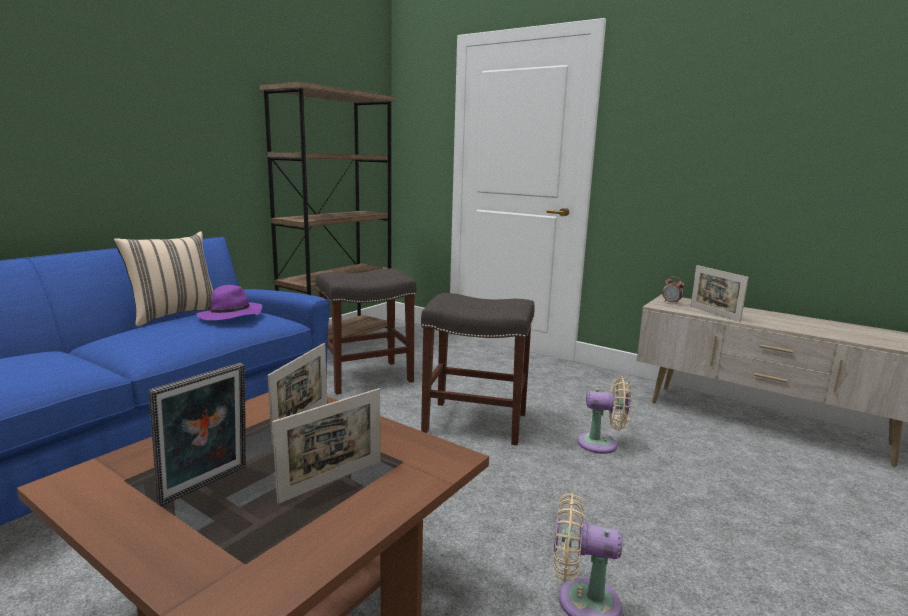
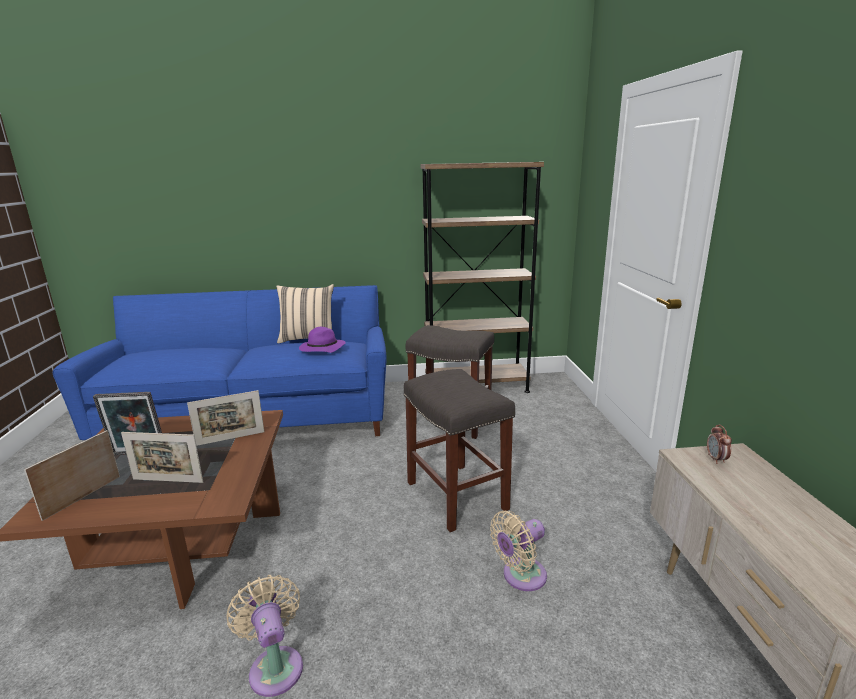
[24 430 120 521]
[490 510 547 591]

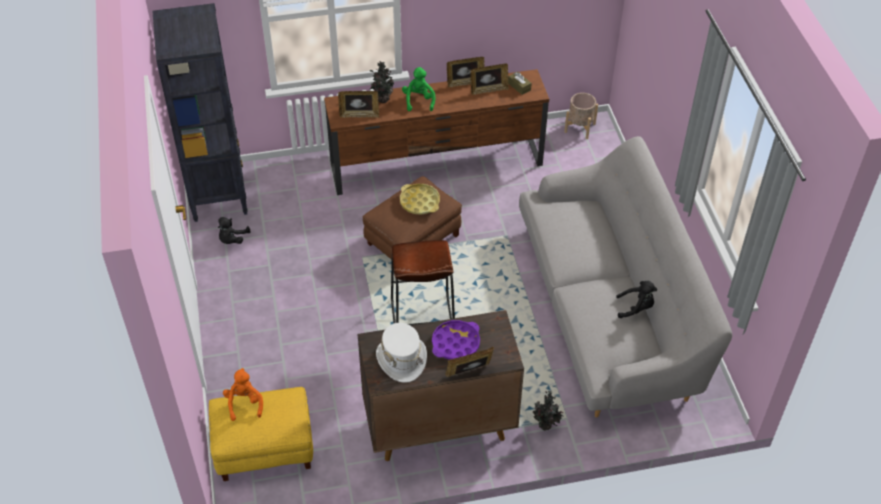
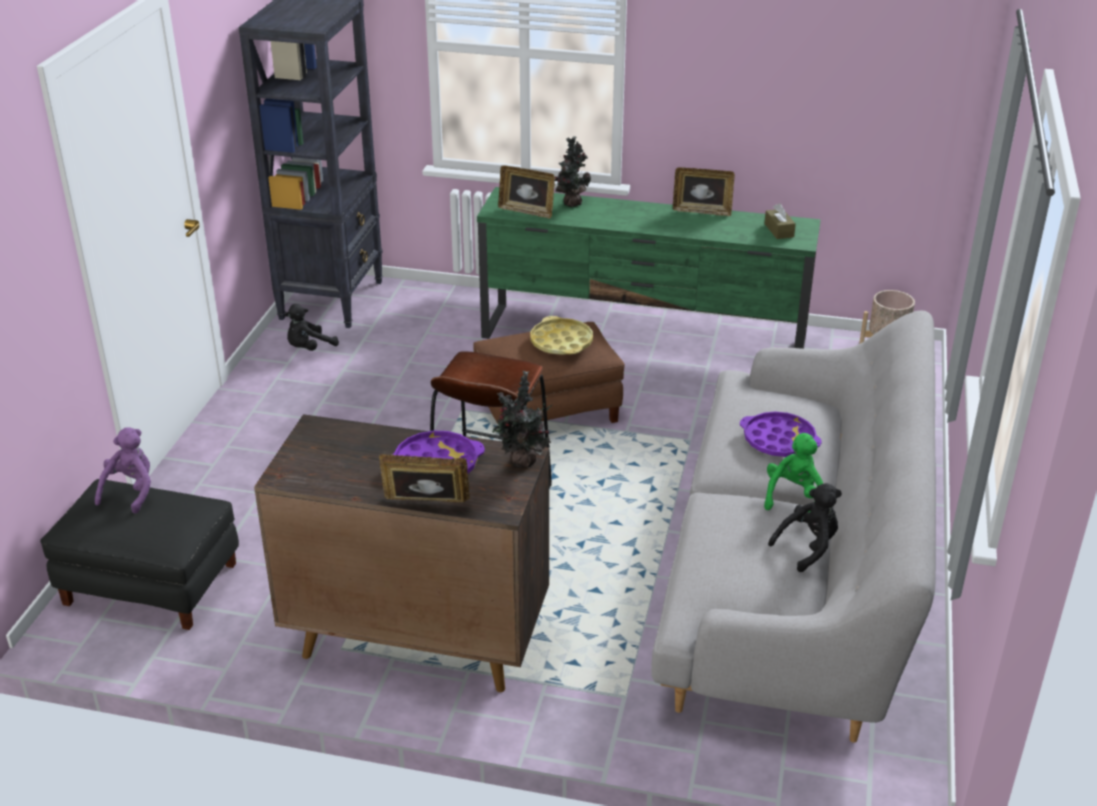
[376 323 427 383] (first image)
[471 64 509 95] (first image)
[740 411 822 457]
[764 433 823 512]
[492 371 553 468]
[40 479 239 630]
[95 427 151 514]
[477 187 821 349]
[768 483 842 572]

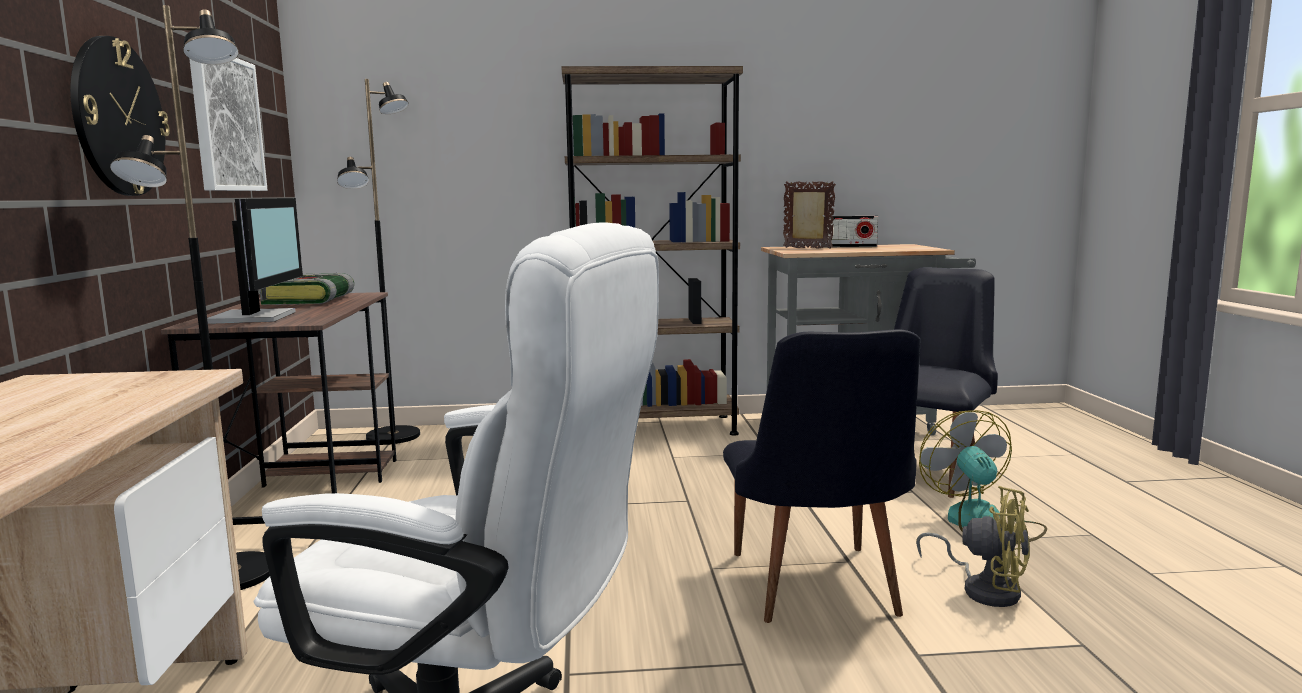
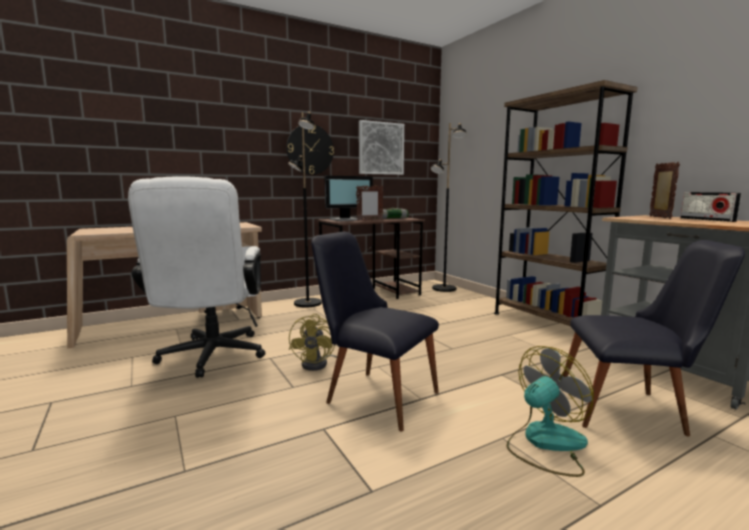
[356 186 383 221]
[289 314 339 371]
[311 232 439 431]

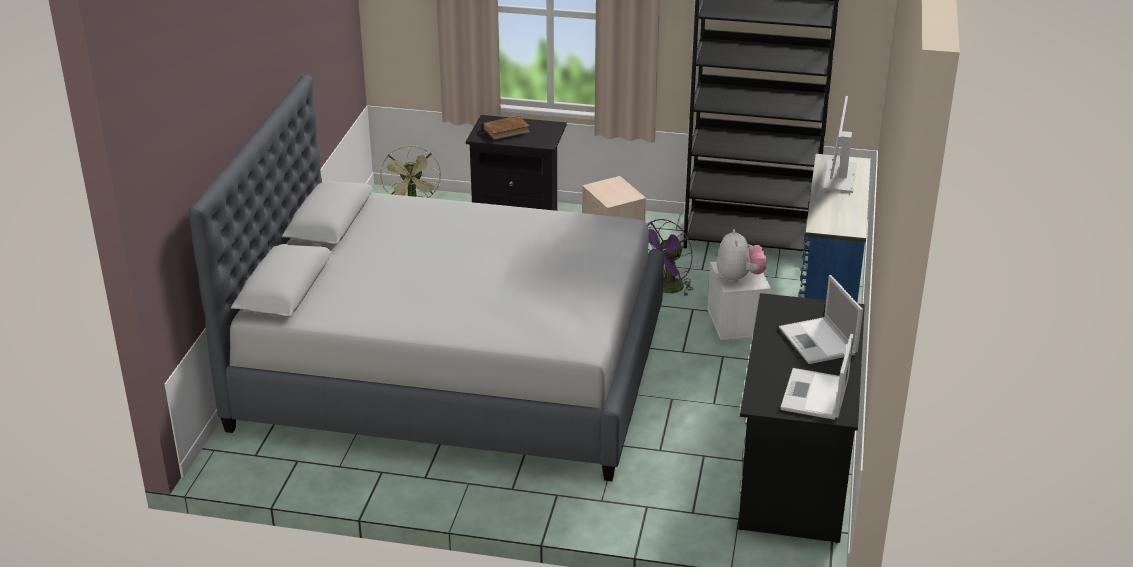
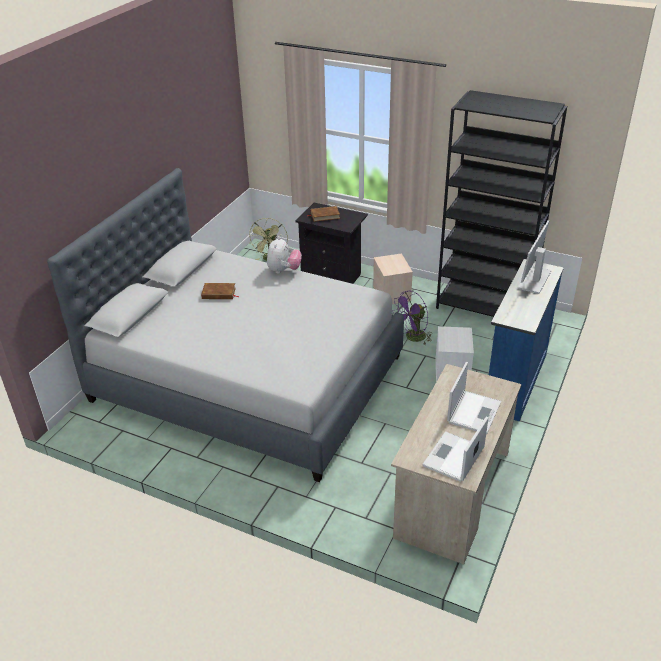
[201 283 239 299]
[267 237 302 274]
[391 364 522 564]
[447 362 501 434]

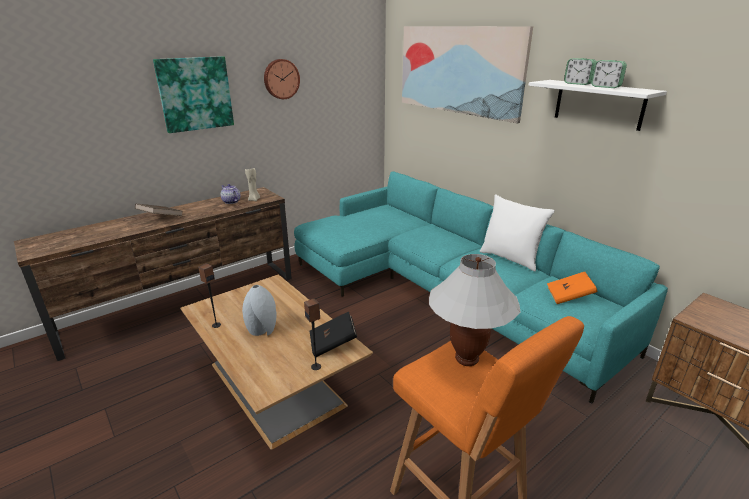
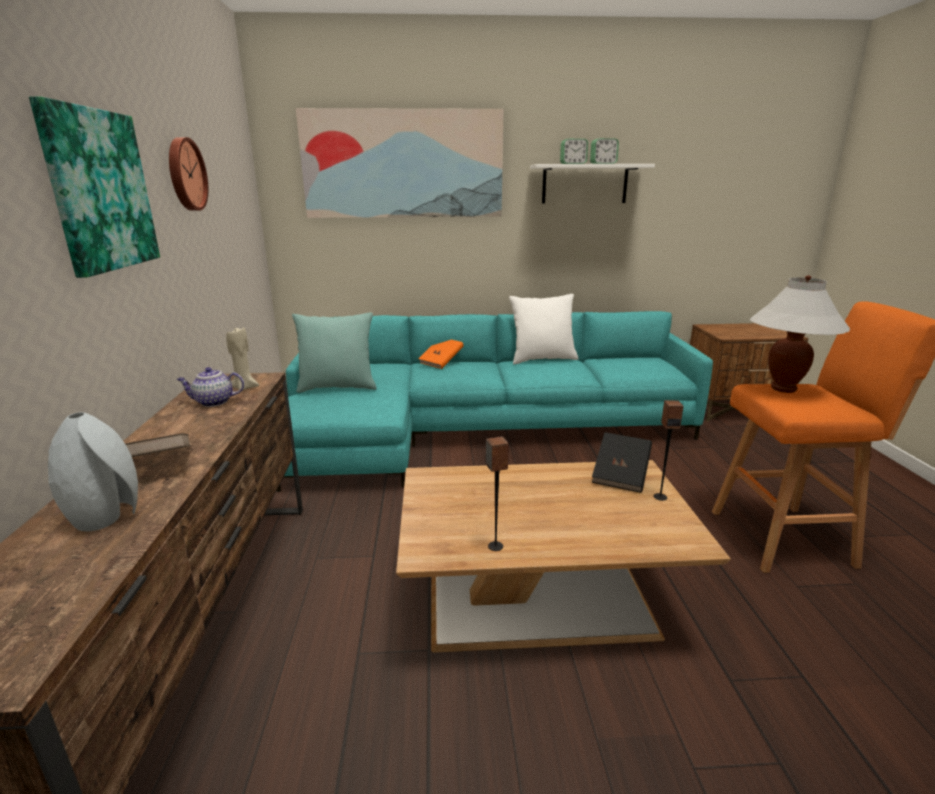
[292 313 377 393]
[48 412 138 532]
[418 340 464 369]

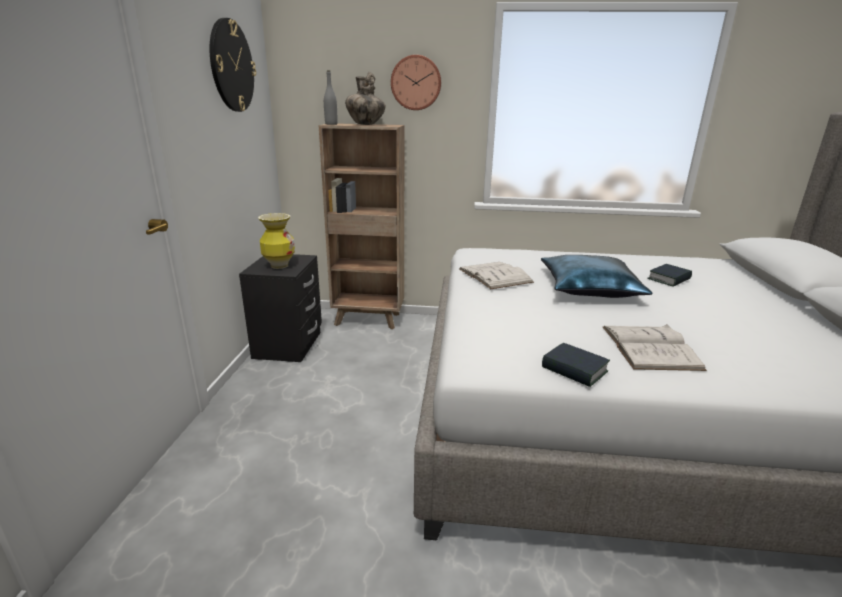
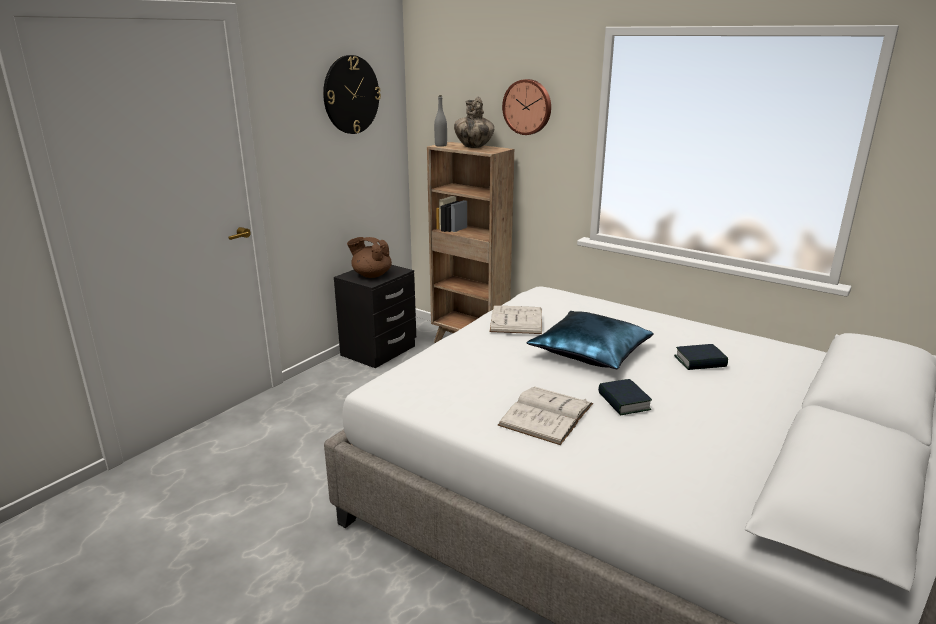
[598 379 652 415]
[347 237 392 278]

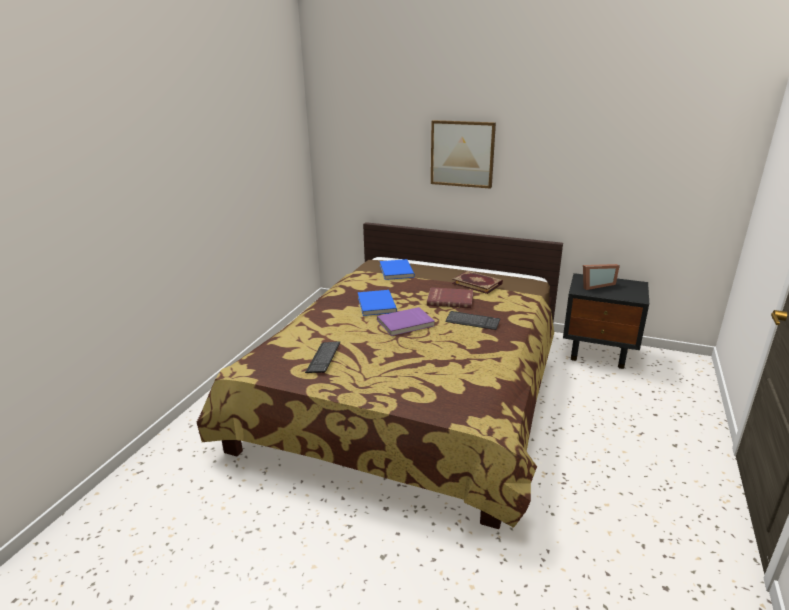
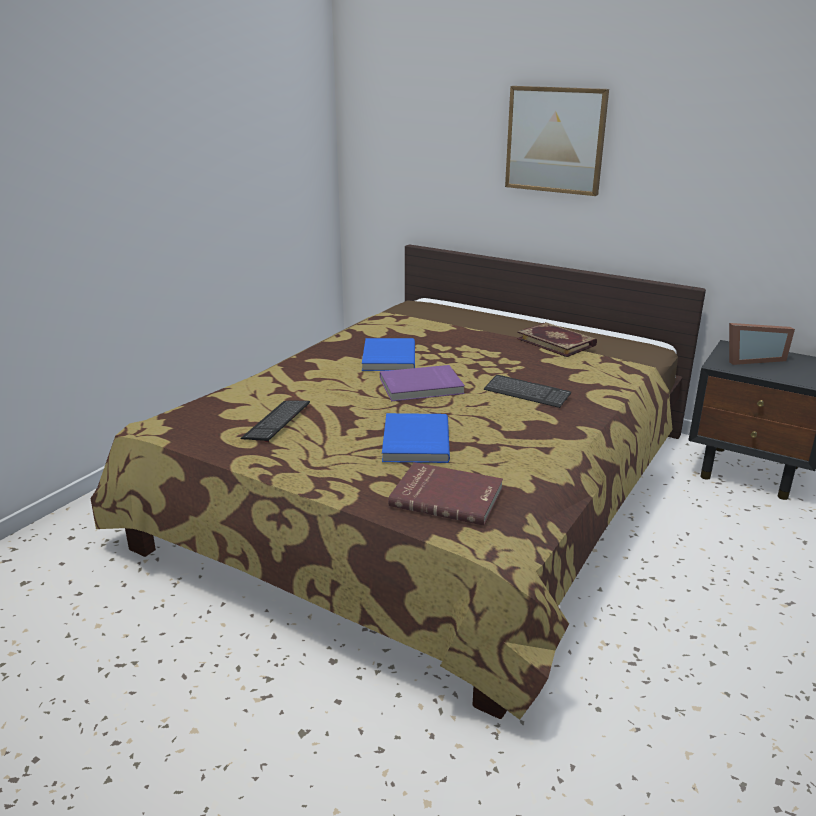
[382 413 450 463]
[388 462 503 526]

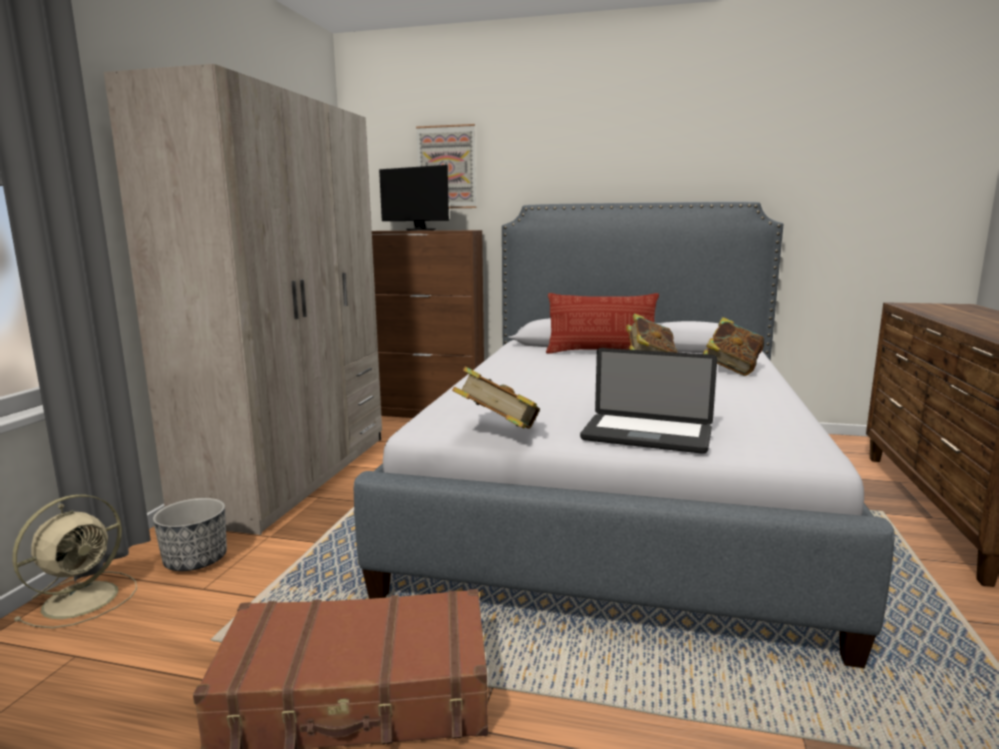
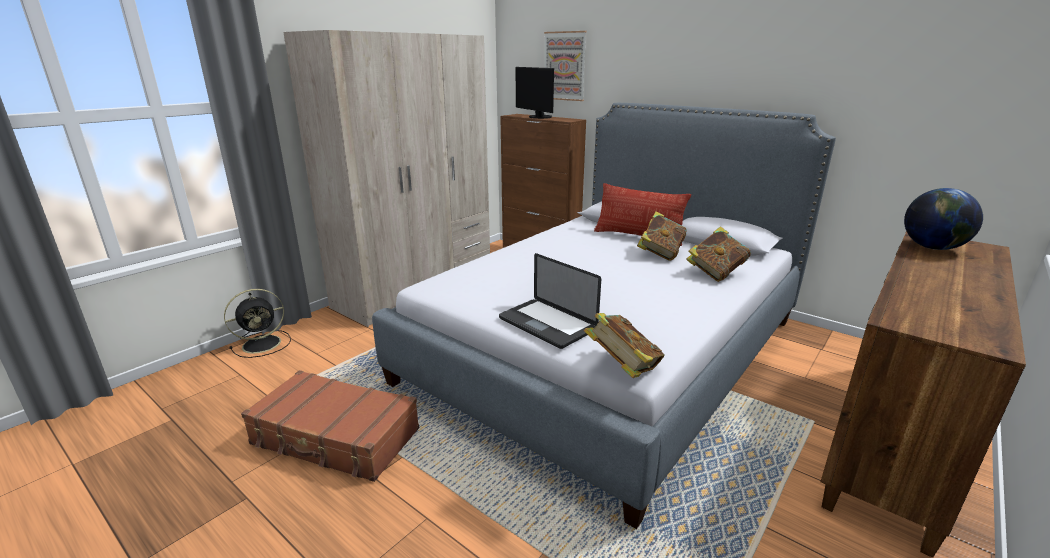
[153 498 227 571] (first image)
[904 188 983 250]
[584 313 665 378]
[224 289 291 358]

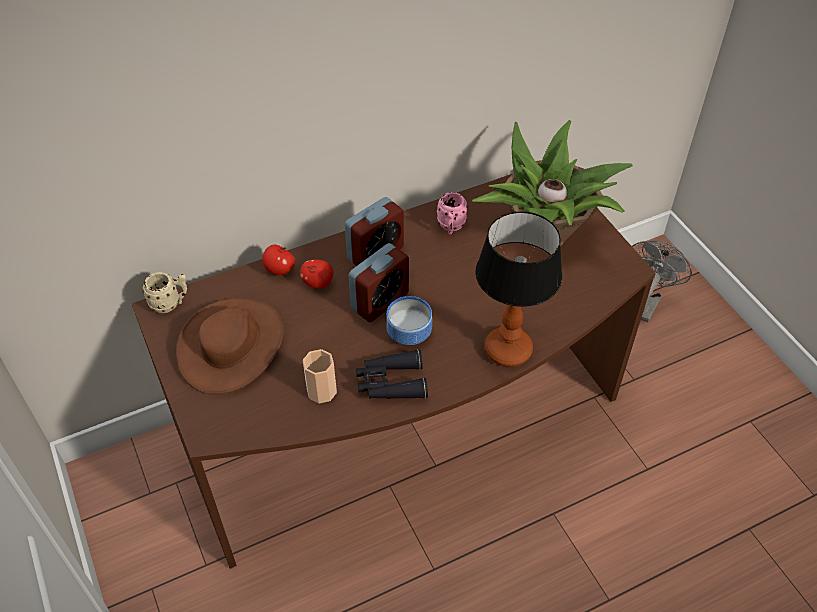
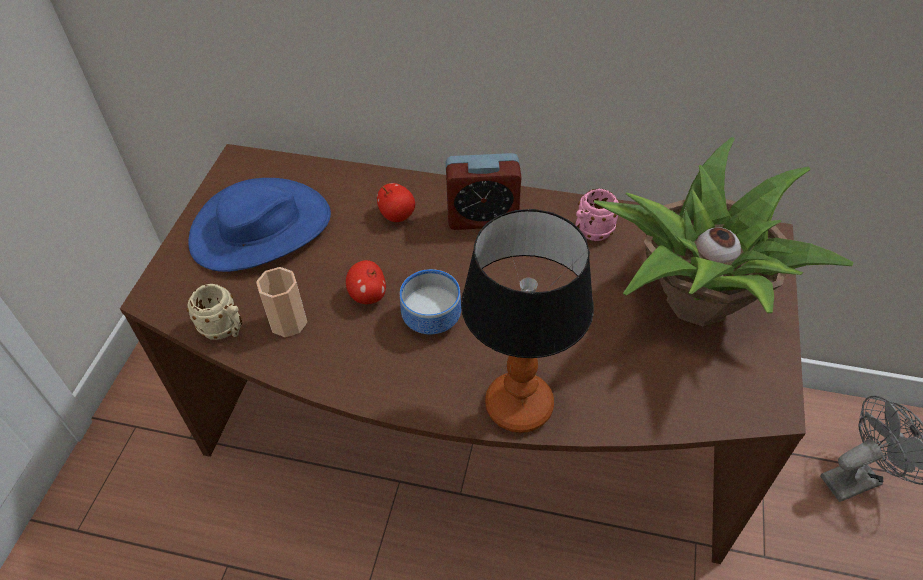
[349 243 409 322] (first image)
[356 349 428 399] (first image)
[187 284 242 340]
[346 260 386 304]
[188 178 331 272]

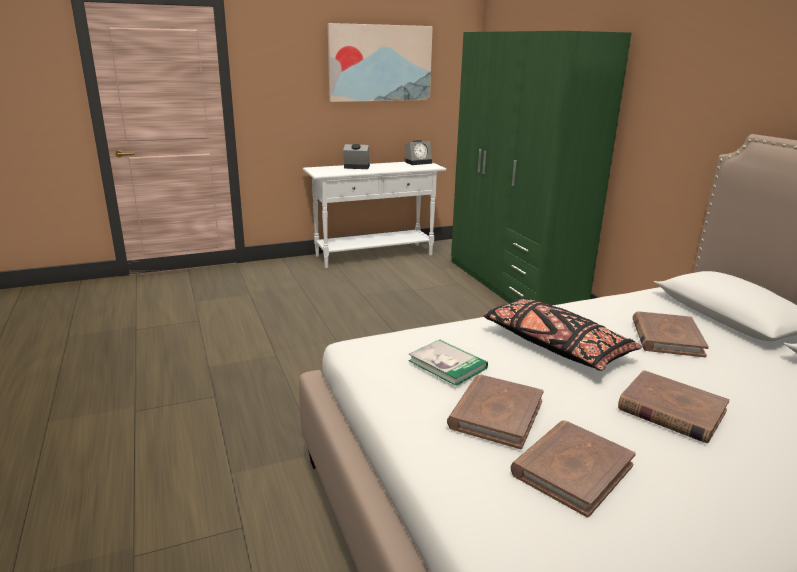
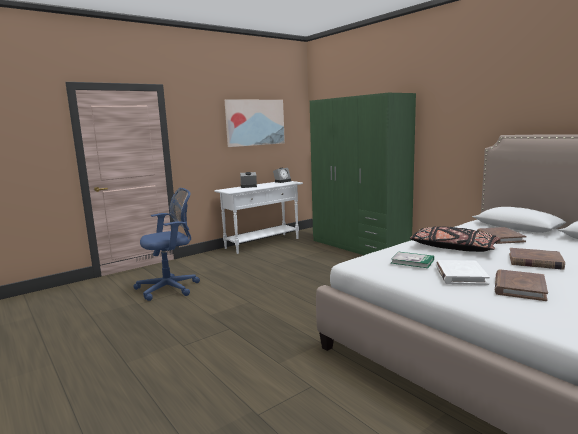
[134 188 200 301]
[436 260 490 285]

